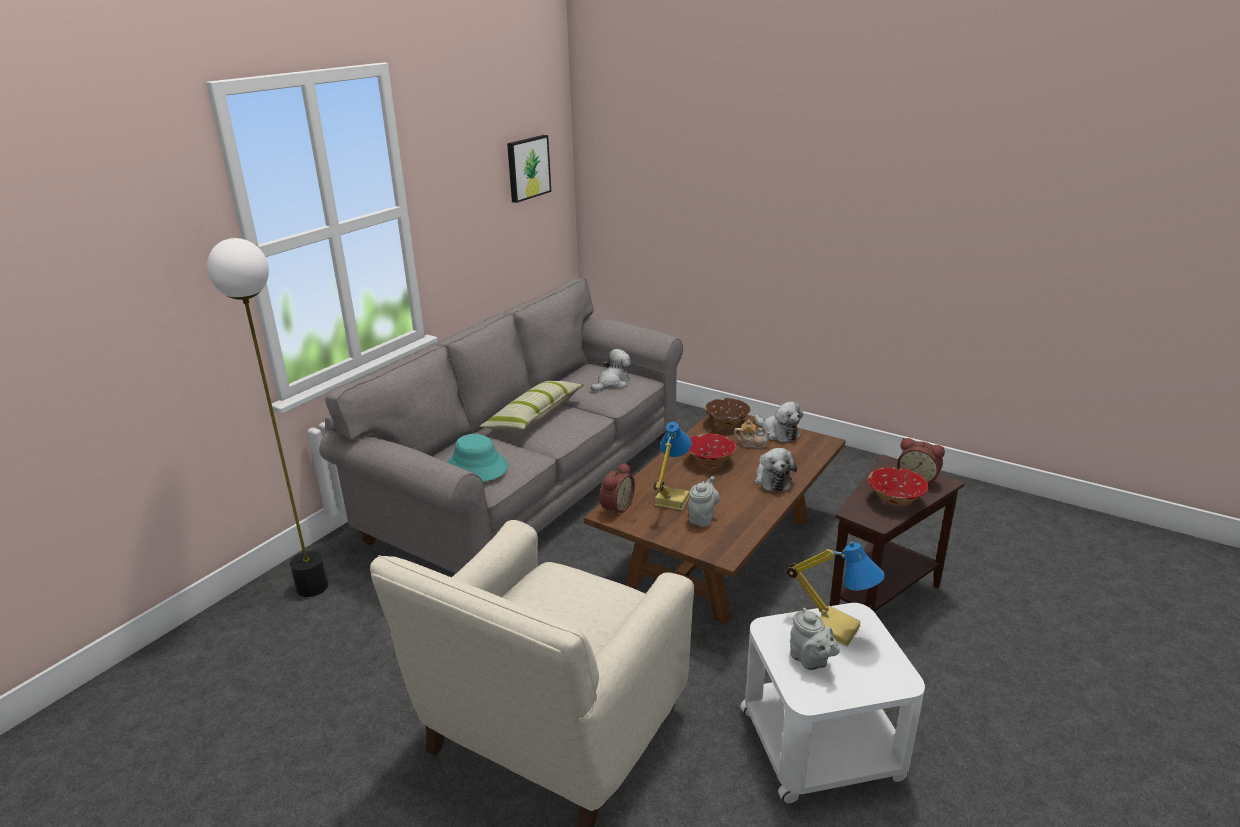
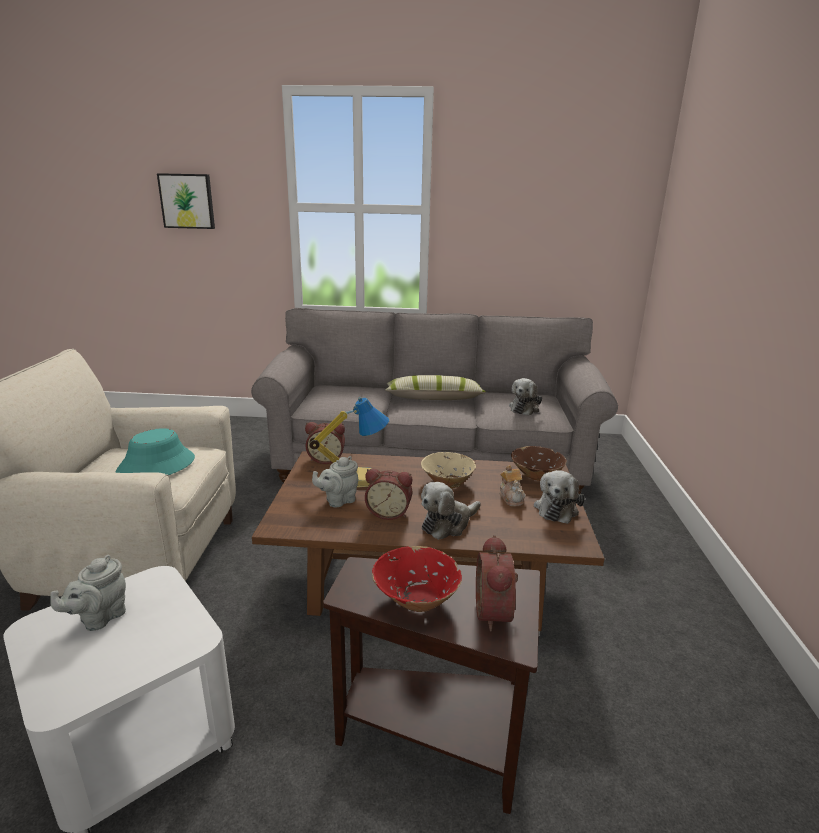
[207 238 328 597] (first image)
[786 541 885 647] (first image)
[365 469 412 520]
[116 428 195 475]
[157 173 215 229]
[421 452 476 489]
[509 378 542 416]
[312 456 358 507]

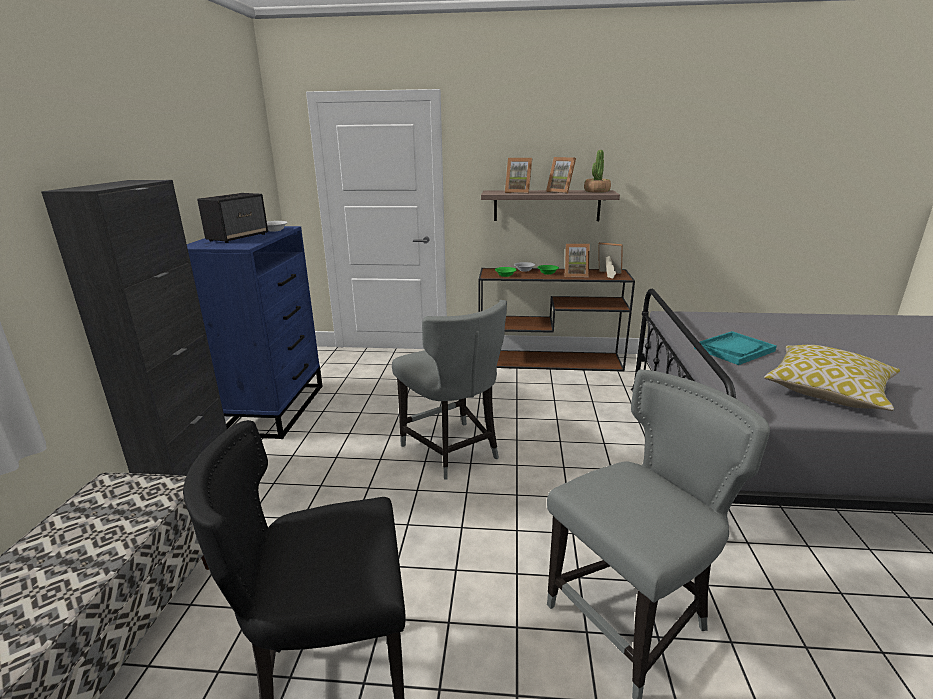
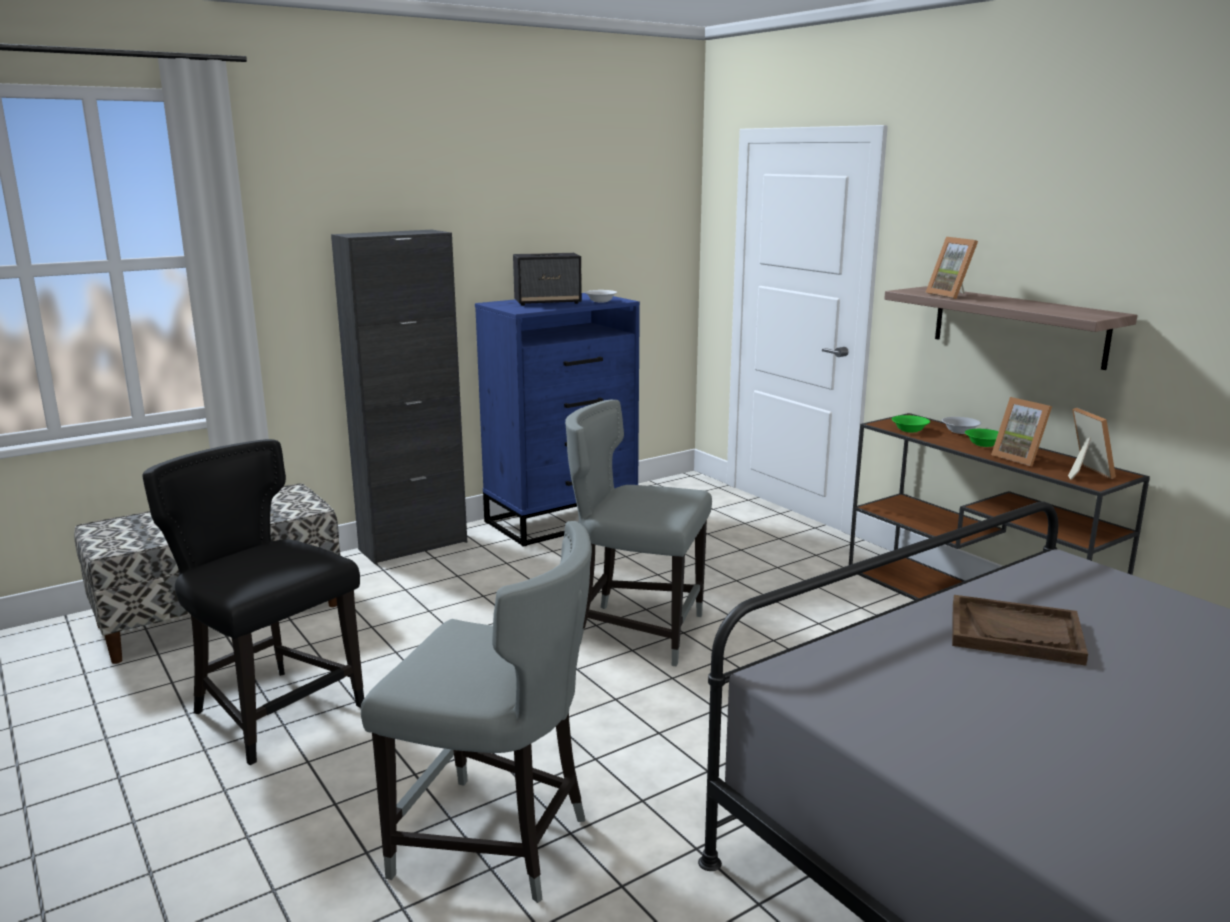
[546 157 576 194] (first image)
[584 150 611 193] (first image)
[764 345 900 411] (first image)
[952 595 1088 666]
[565 399 712 667]

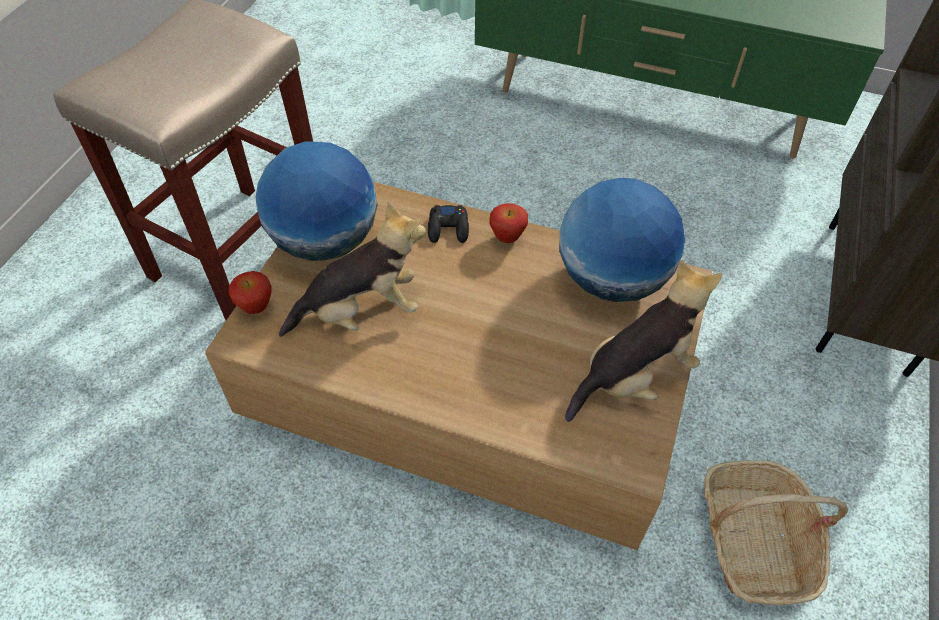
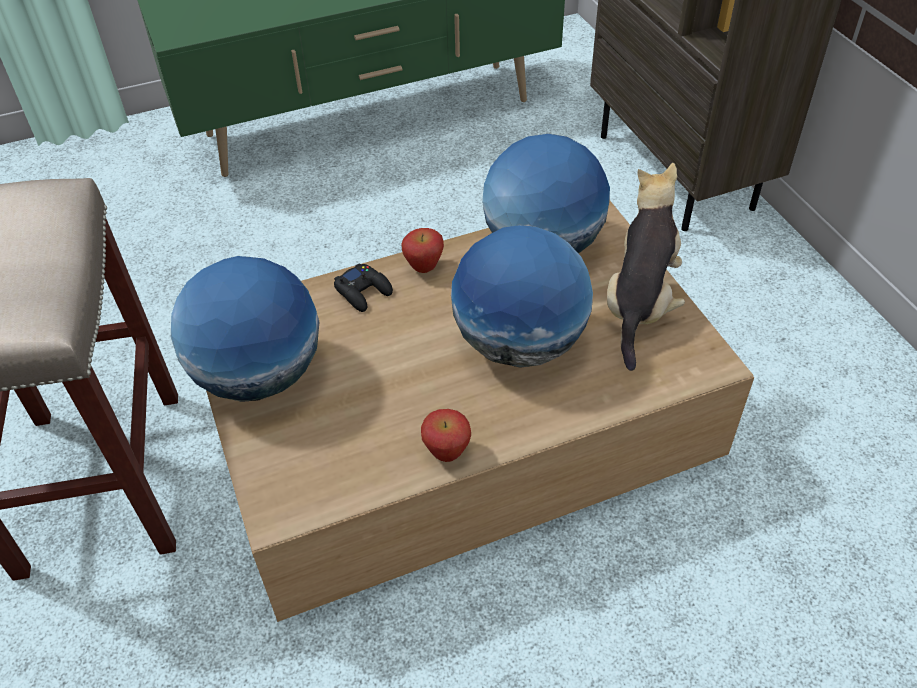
[279 201 426 337] (first image)
[704 460 848 605] (first image)
[451 225 593 368]
[421 409 471 462]

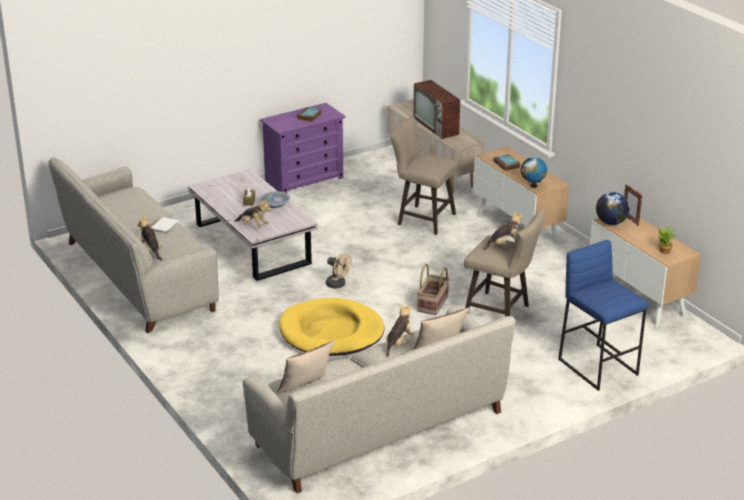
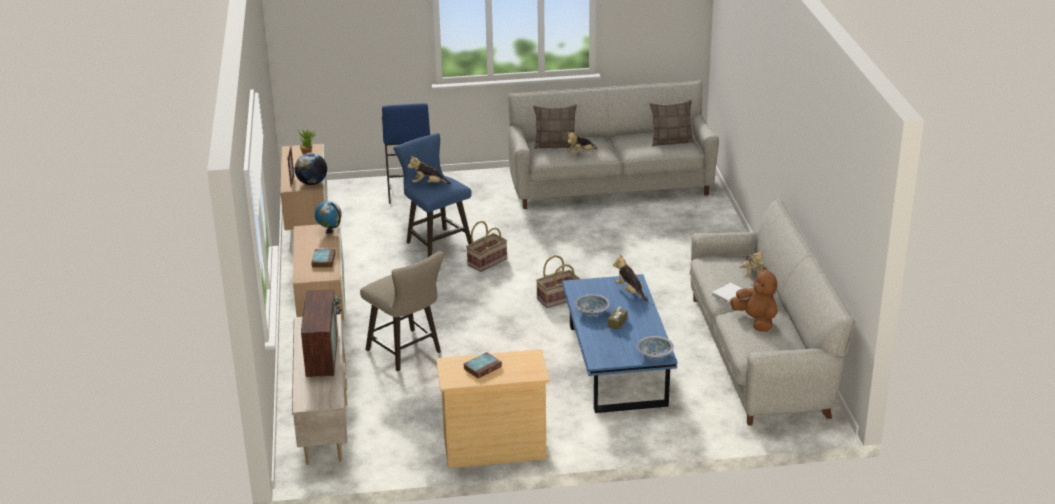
[279 298 384 356] (first image)
[636 336 674 359]
[730 267 778 332]
[536 255 580 308]
[562 274 678 413]
[436 349 549 468]
[394 133 472 257]

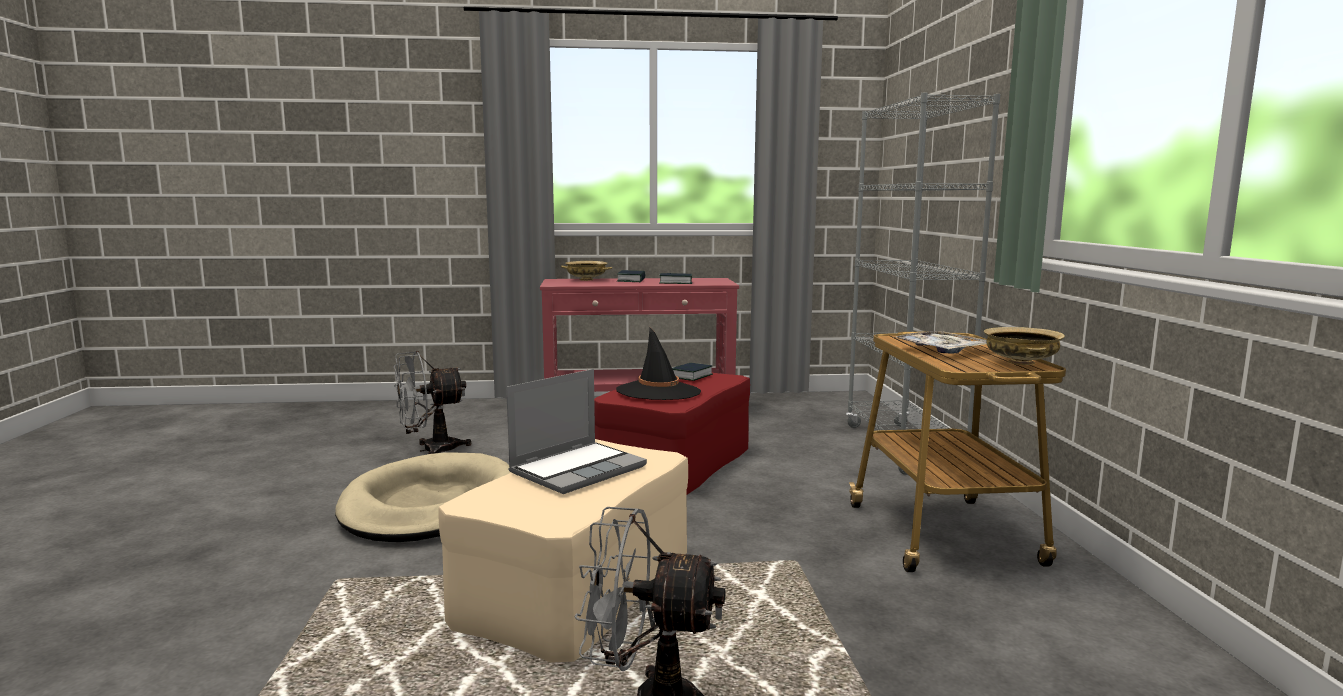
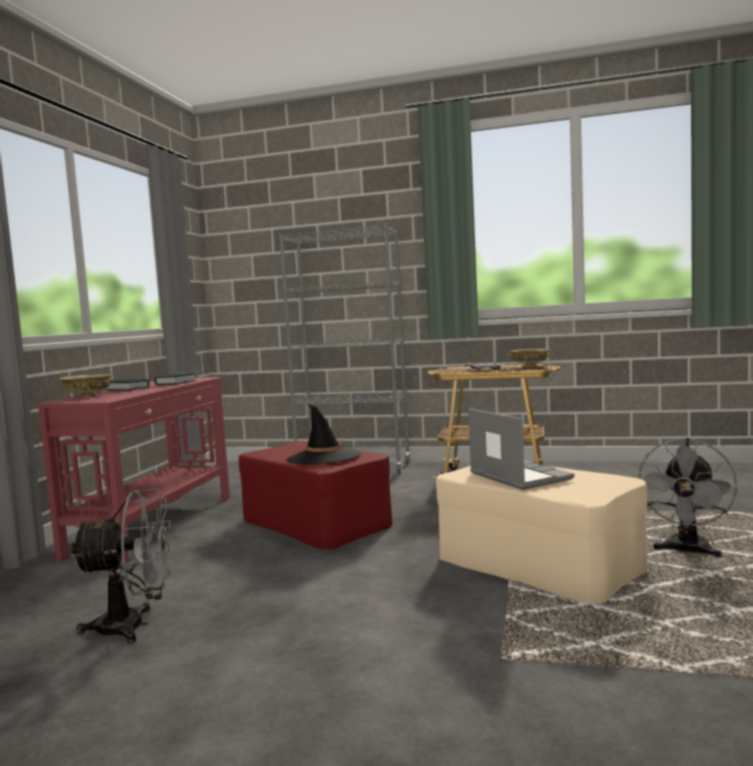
[335 452 511 542] (first image)
[672 363 713 381] (first image)
[70 489 172 643]

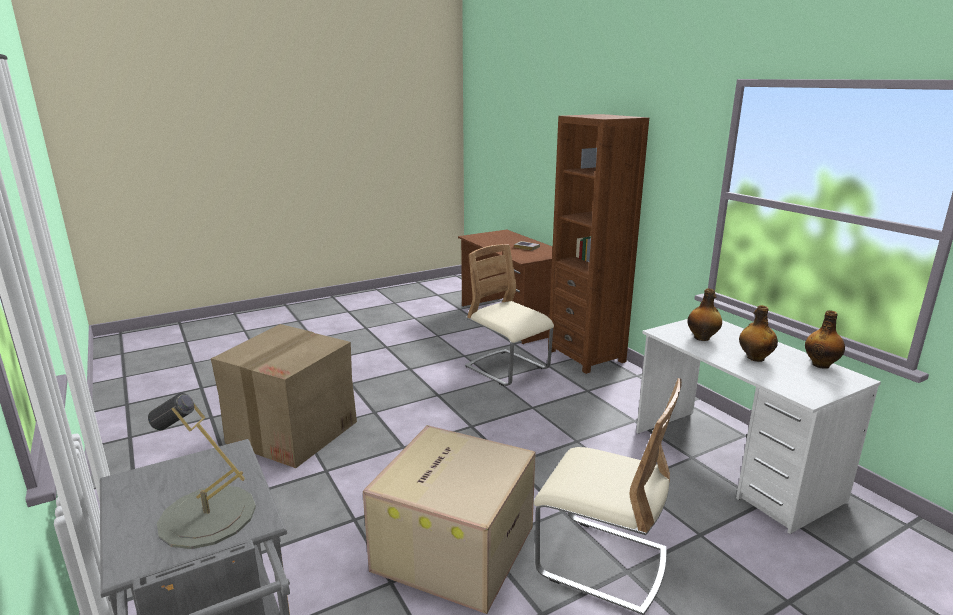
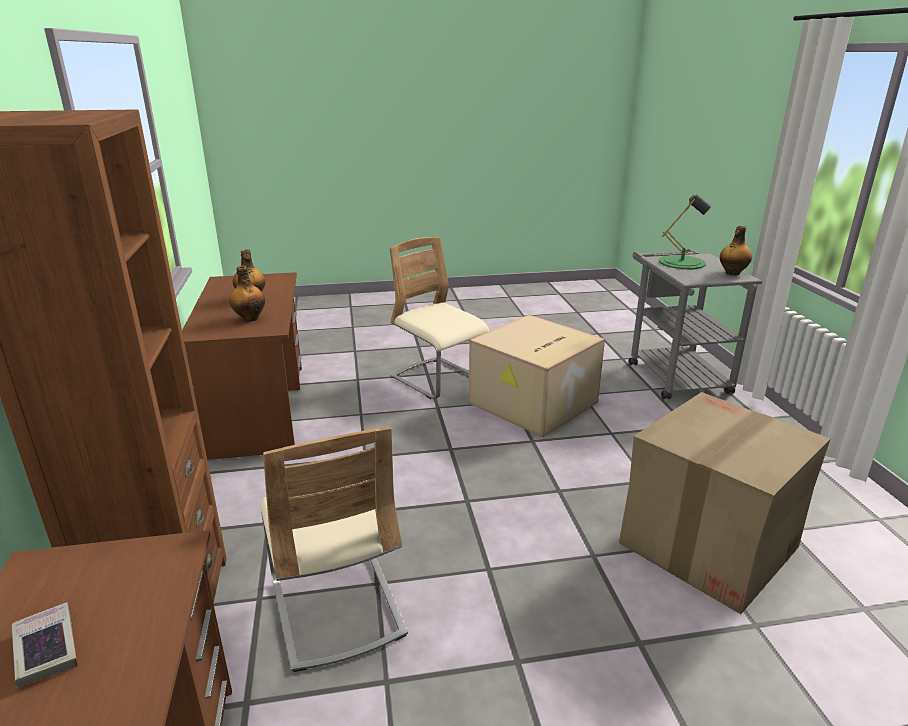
[720 226 752 275]
[659 194 712 269]
[182 272 302 460]

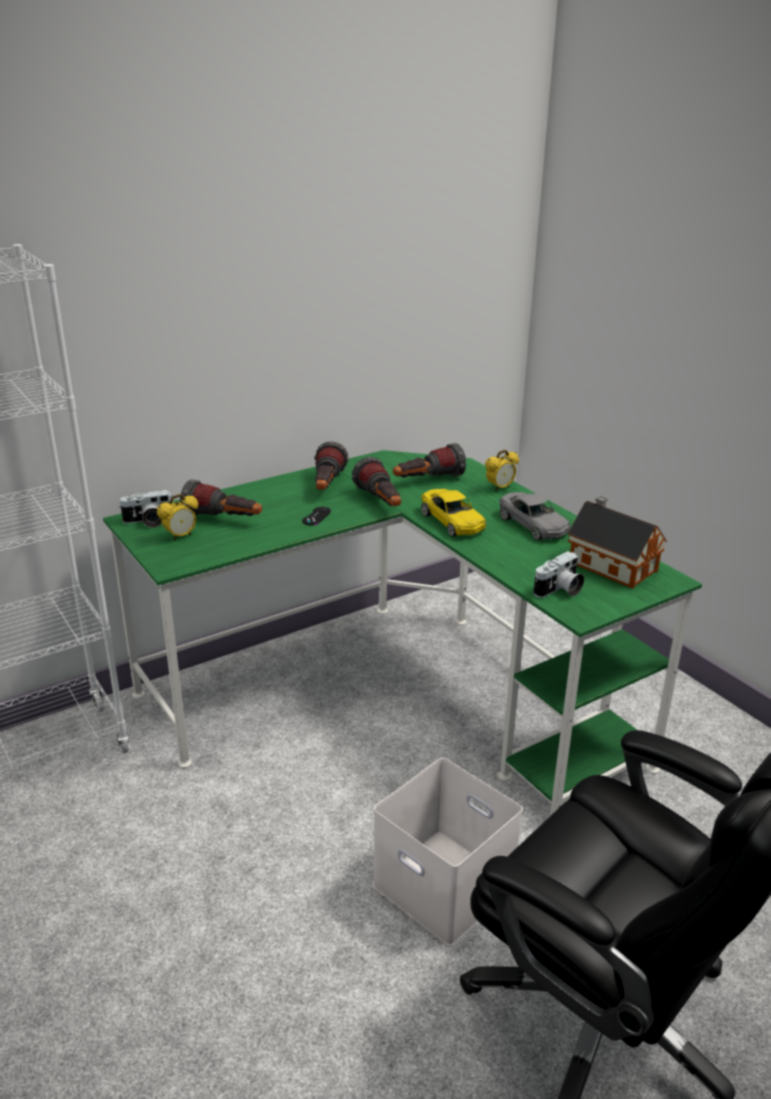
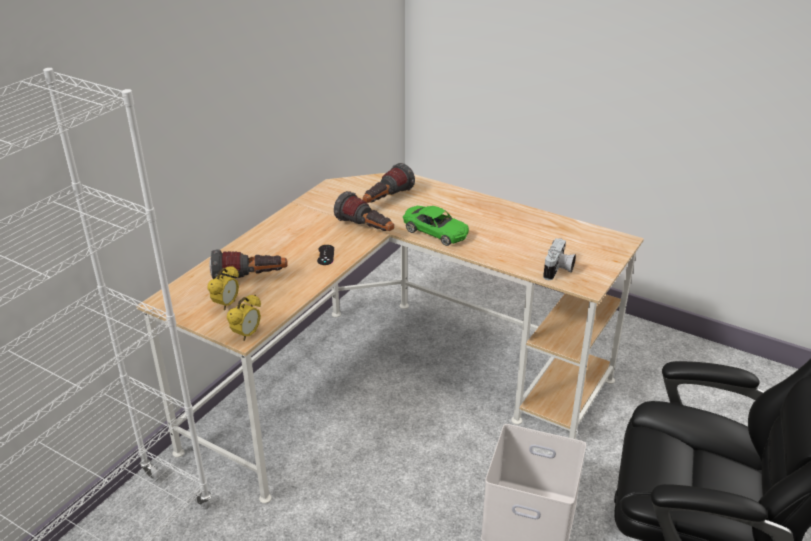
[119 490 174 528] (first image)
[314 441 349 490] (first image)
[499 492 570 541] (first image)
[567 496 667 589] (first image)
[227 294 261 341]
[136 173 644 504]
[403 206 469 246]

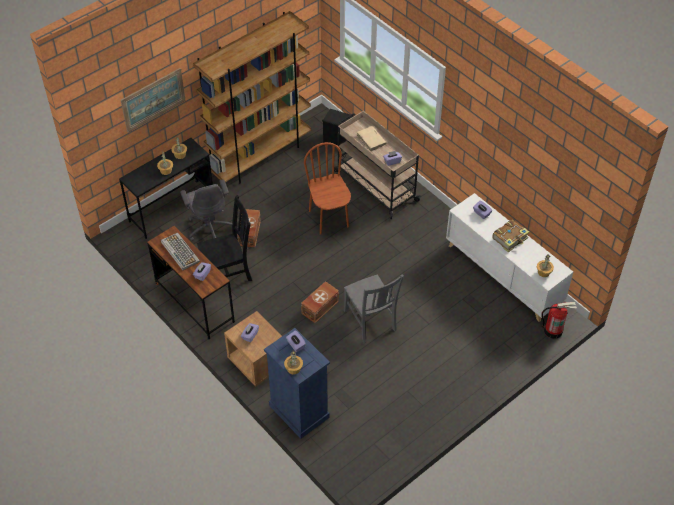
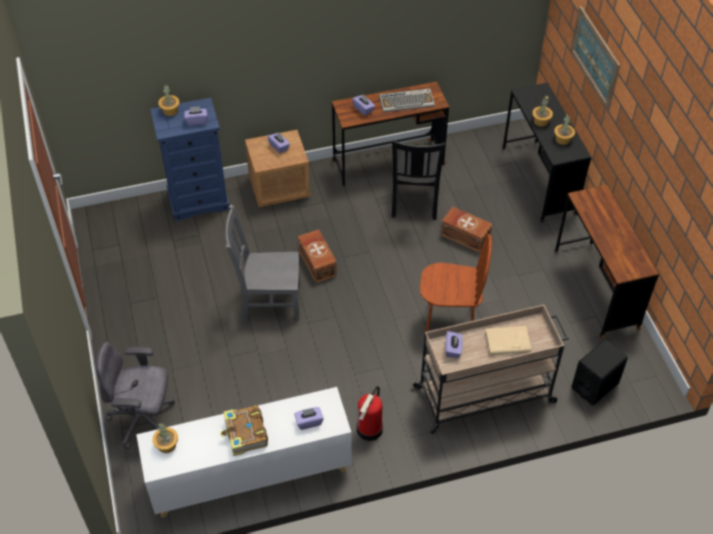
[95 342 175 449]
[357 386 383 441]
[555 185 659 339]

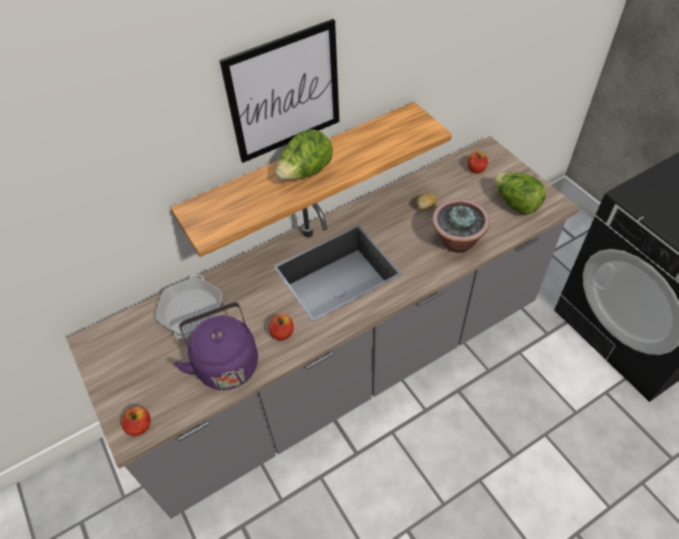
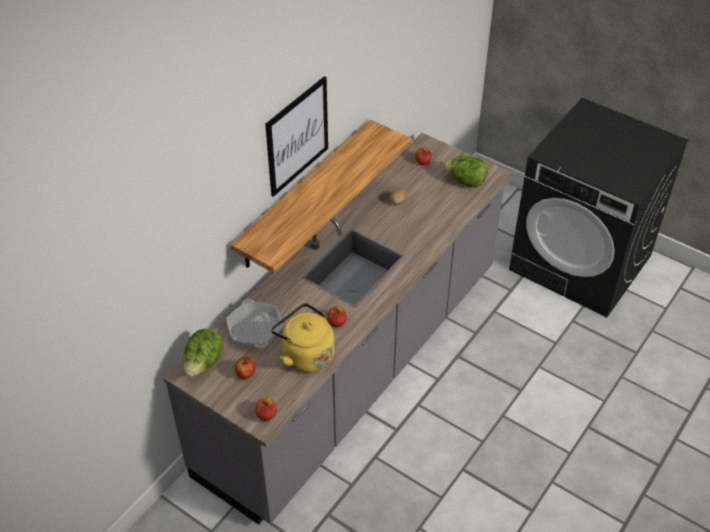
[432 199 490 253] (first image)
[235 356 256 379]
[183 328 224 377]
[271 303 334 372]

